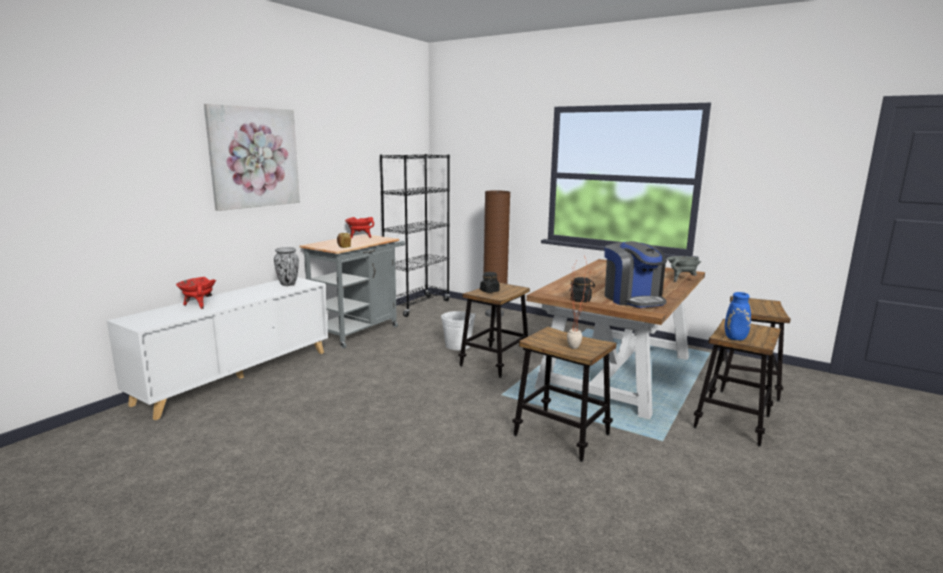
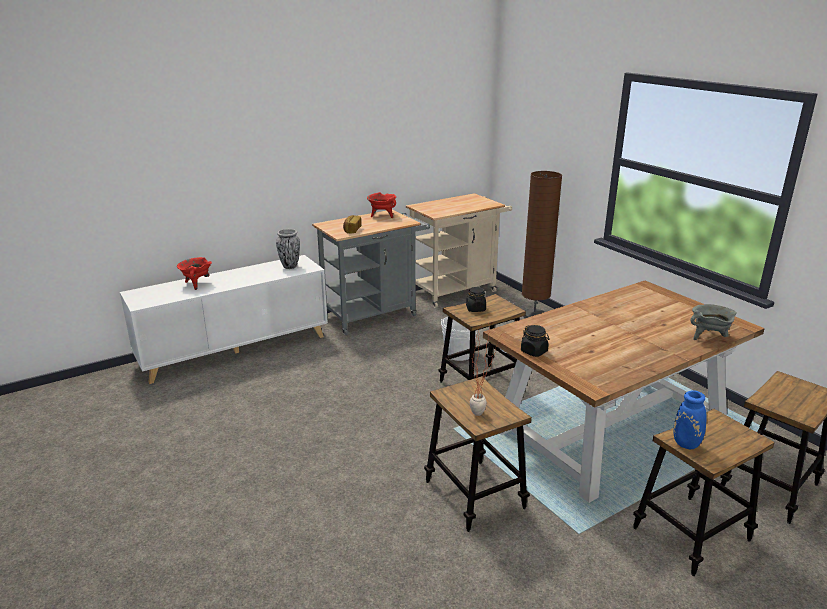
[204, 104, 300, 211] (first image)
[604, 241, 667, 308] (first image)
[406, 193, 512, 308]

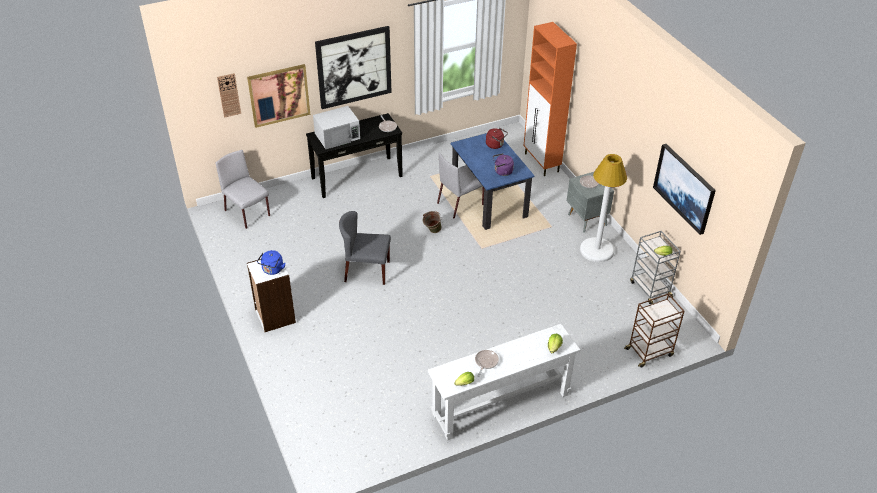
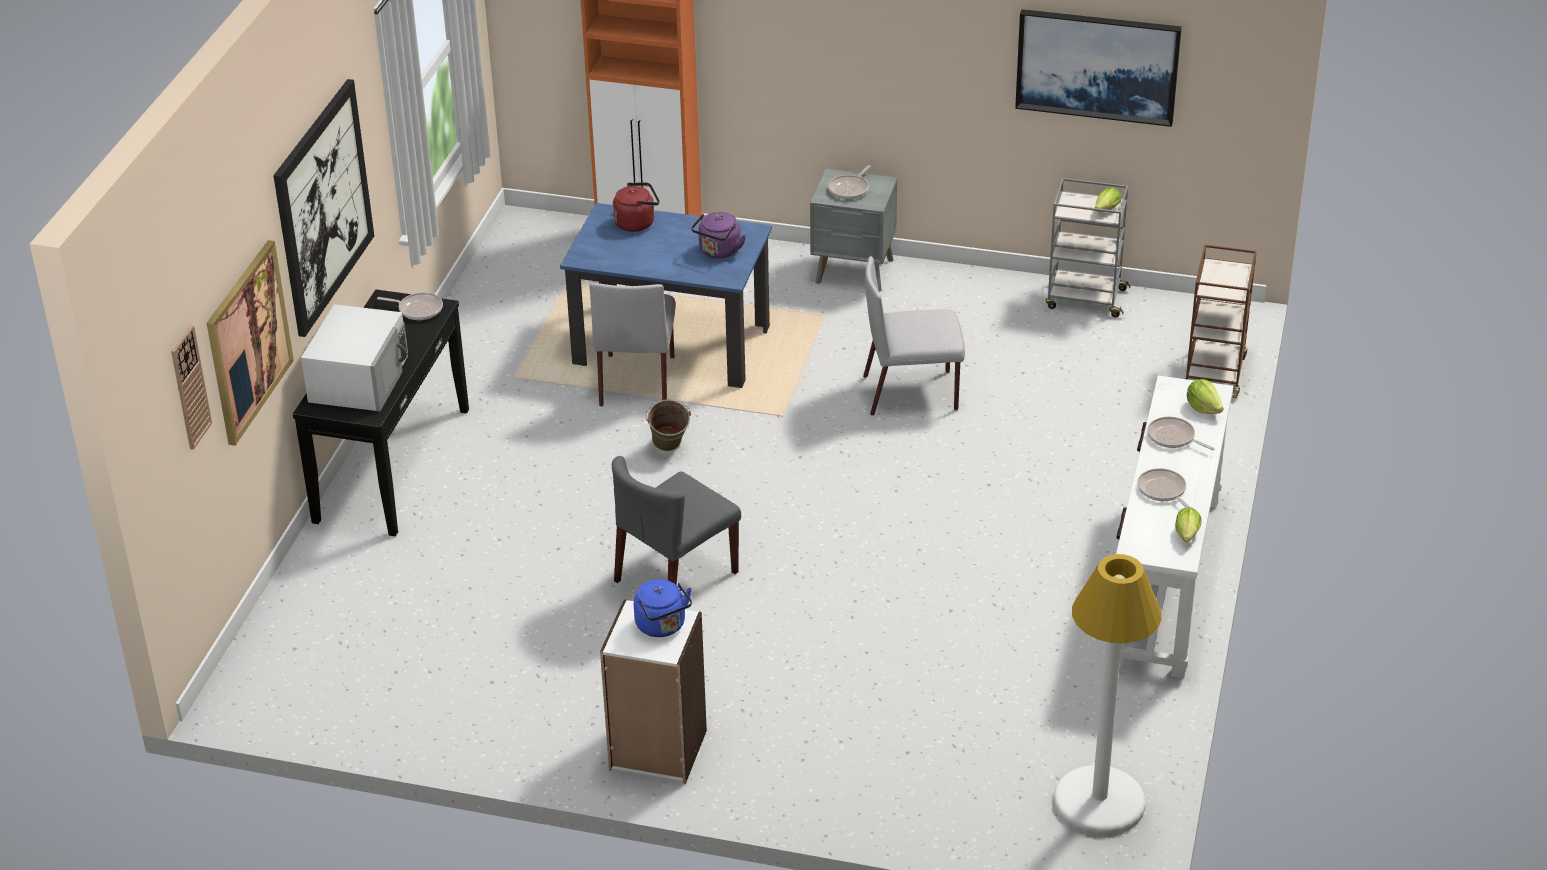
[1147, 417, 1215, 450]
[863, 256, 965, 416]
[1053, 554, 1162, 836]

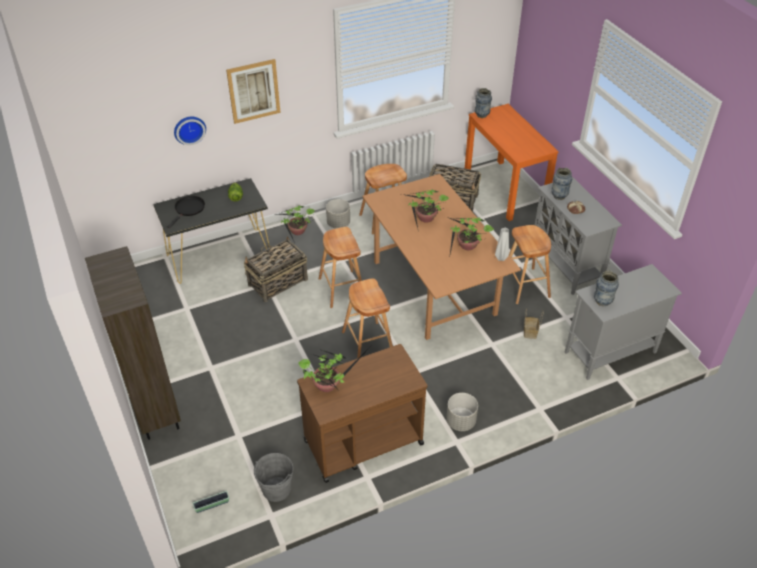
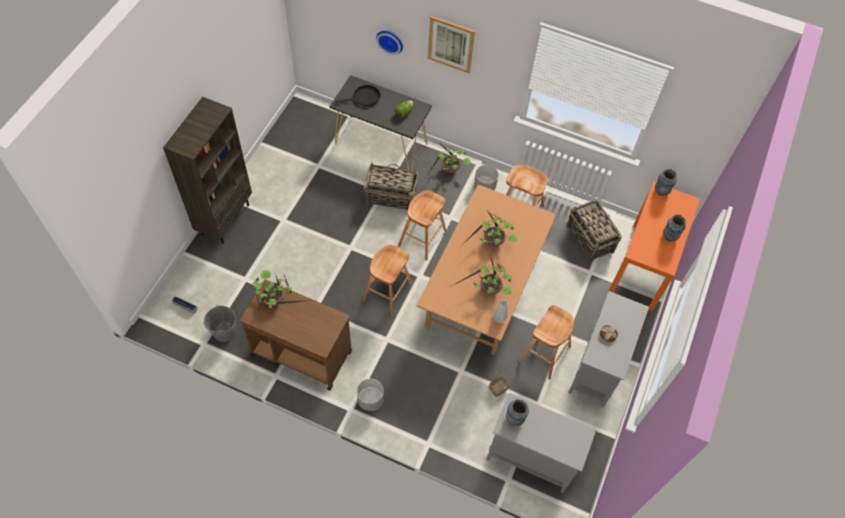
[663, 215, 686, 241]

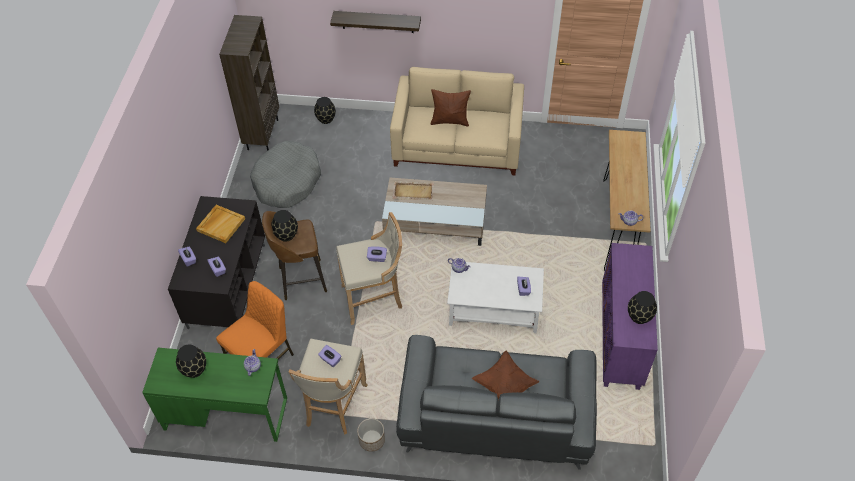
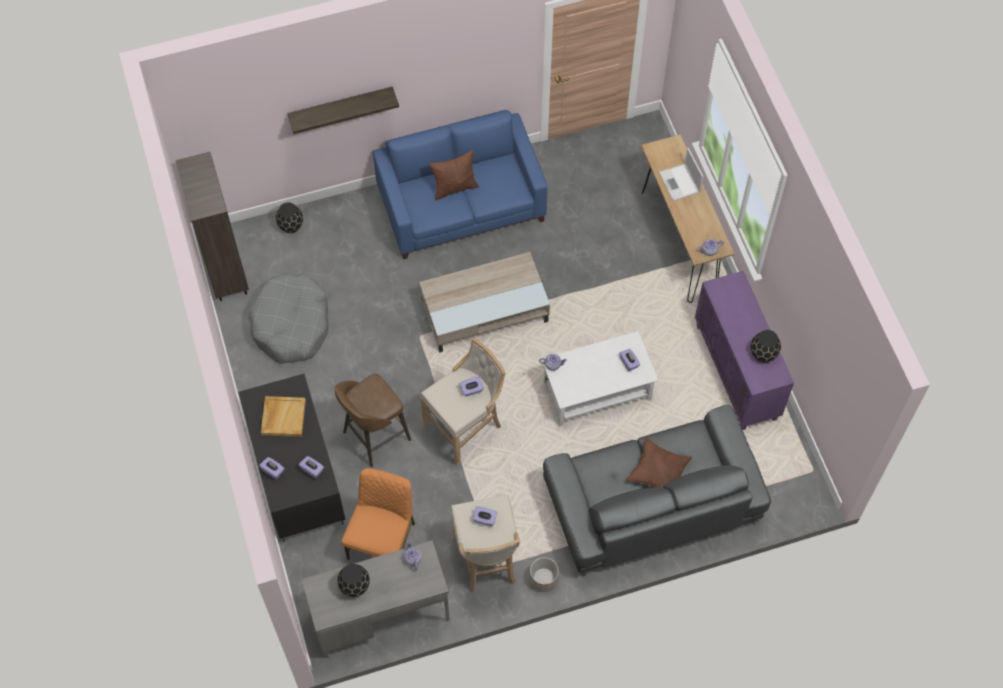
[271, 210, 298, 242] (first image)
[393, 181, 434, 200] (first image)
[659, 148, 704, 201]
[301, 540, 450, 658]
[373, 110, 548, 260]

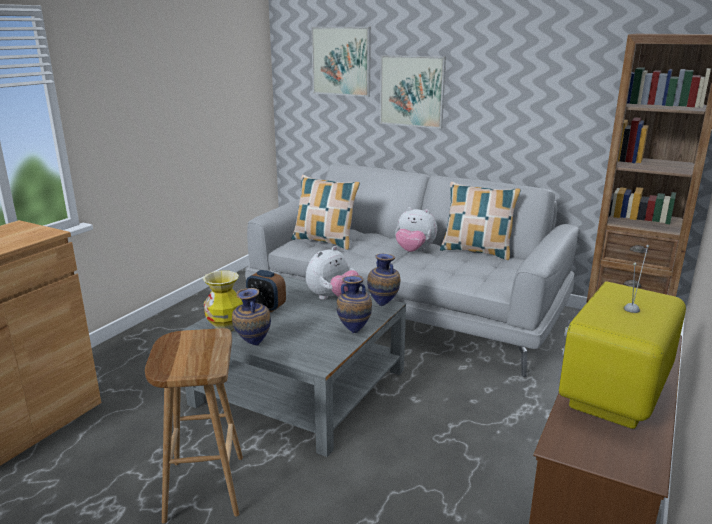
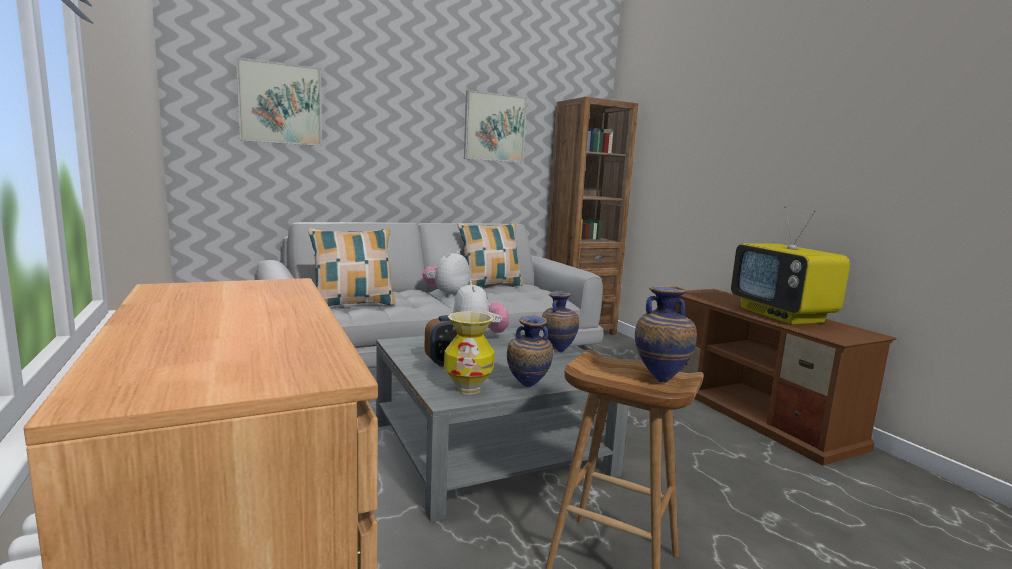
[635, 286, 697, 382]
[464, 90, 527, 162]
[423, 251, 470, 298]

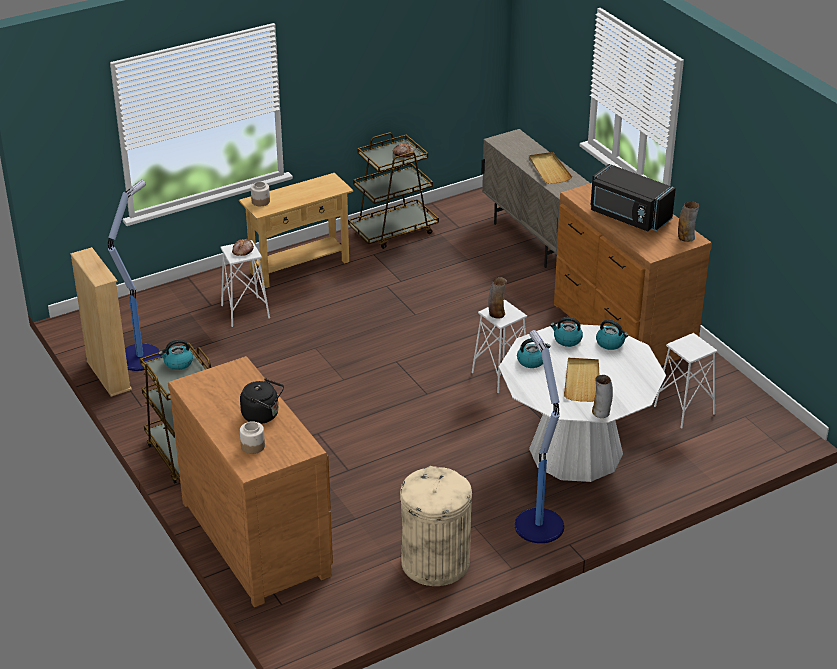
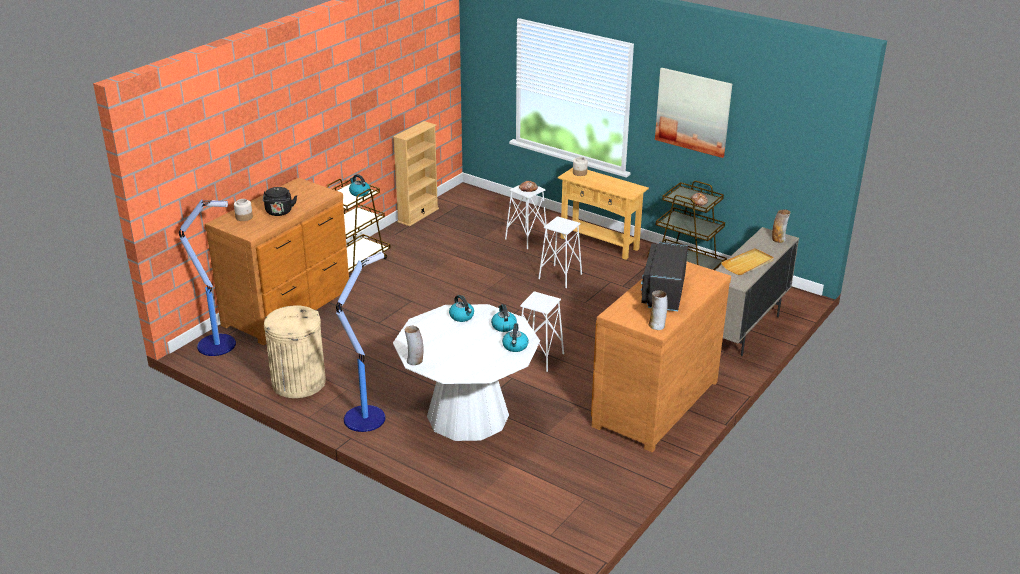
[564, 358, 599, 402] (first image)
[655, 68, 732, 158]
[179, 199, 236, 356]
[772, 209, 791, 243]
[538, 216, 582, 288]

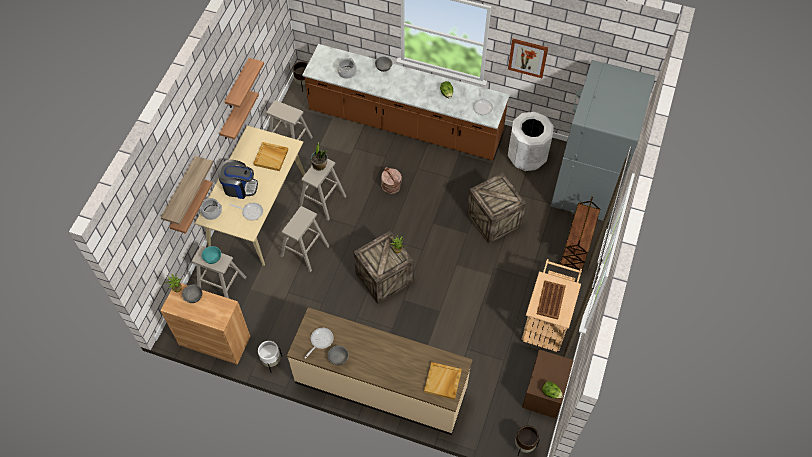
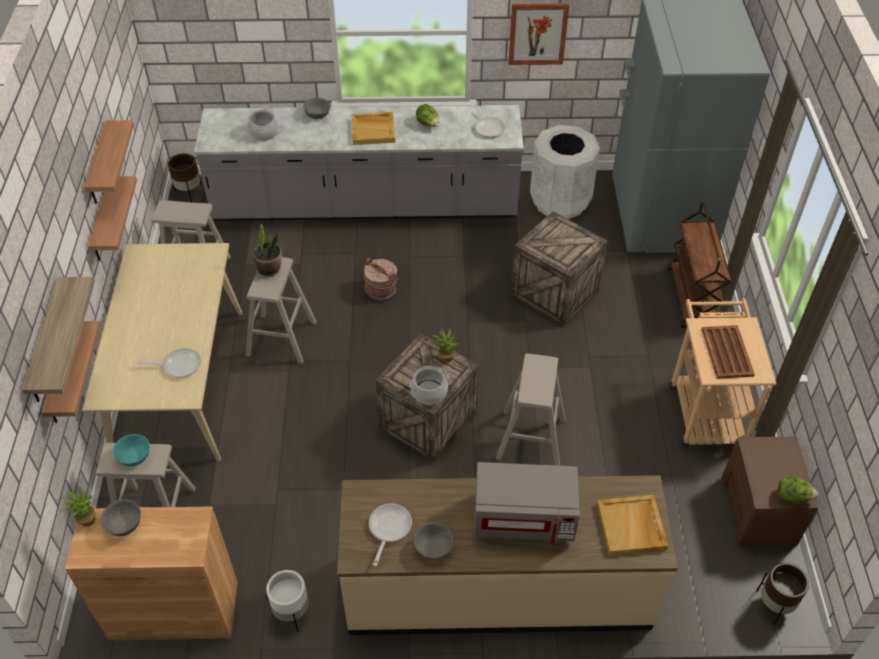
[218, 160, 258, 199] (first image)
[475, 462, 580, 545]
[409, 366, 449, 405]
[352, 112, 395, 145]
[496, 353, 565, 466]
[194, 105, 524, 221]

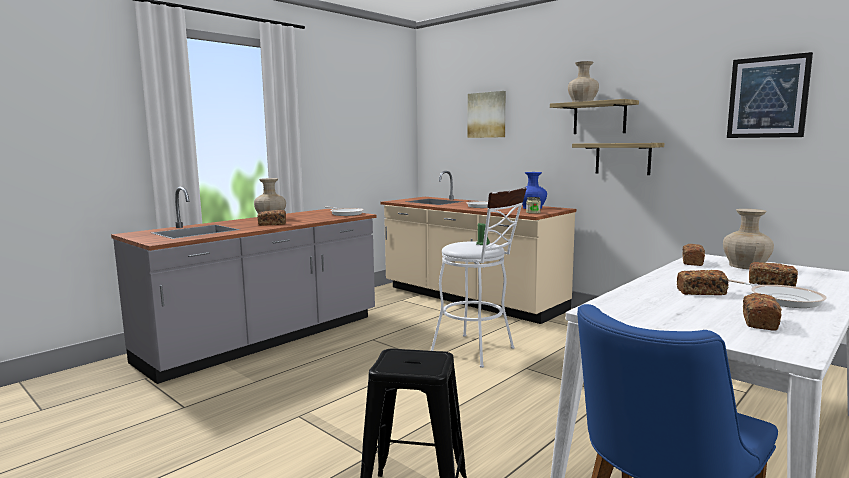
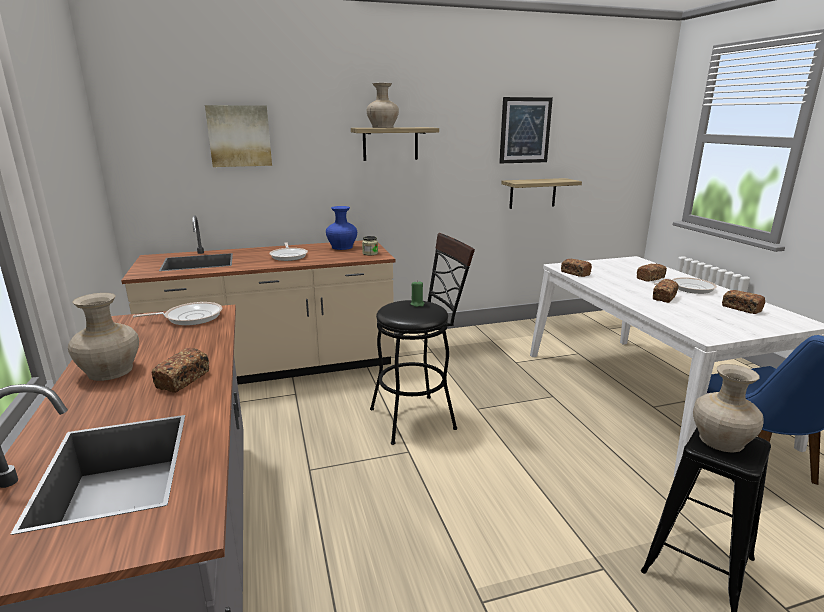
[501, 178, 582, 209]
[693, 364, 764, 453]
[370, 233, 475, 445]

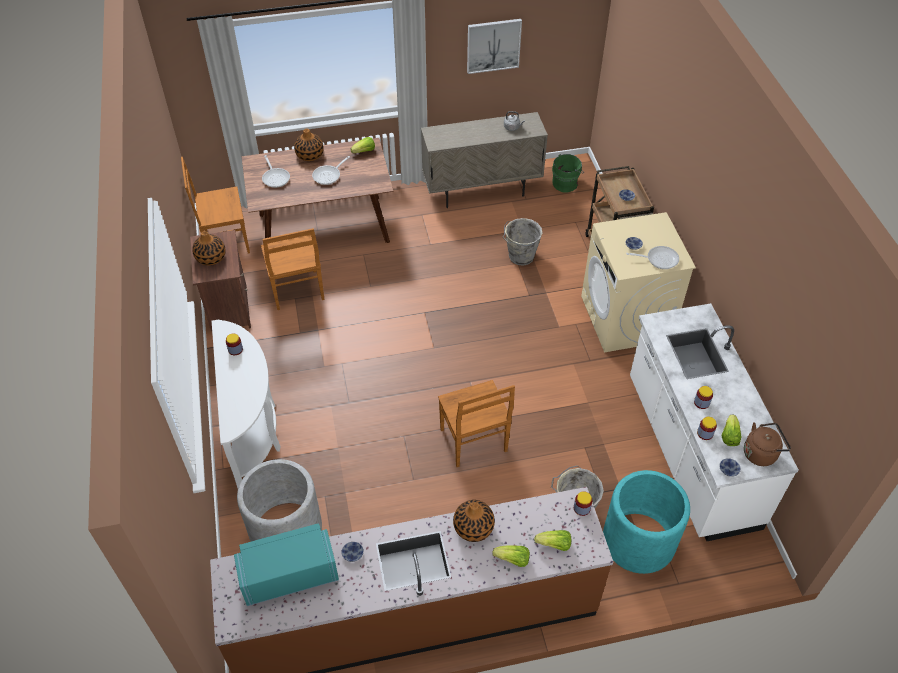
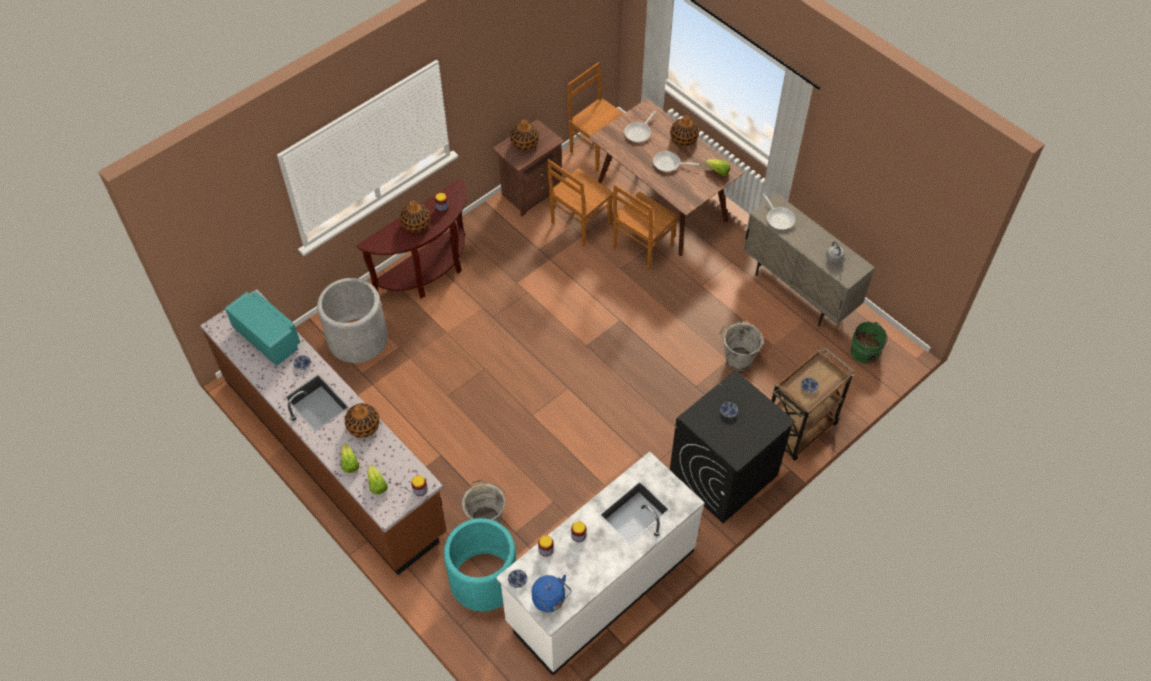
[467, 19, 522, 74] (first image)
[721, 414, 741, 446] (first image)
[400, 201, 431, 232]
[613, 184, 678, 270]
[762, 193, 795, 230]
[356, 178, 467, 298]
[670, 370, 796, 523]
[532, 575, 571, 612]

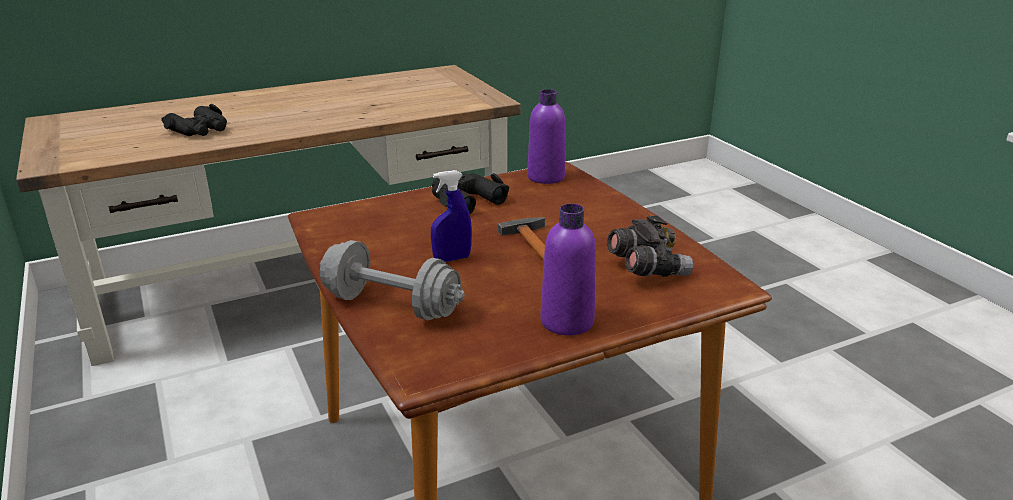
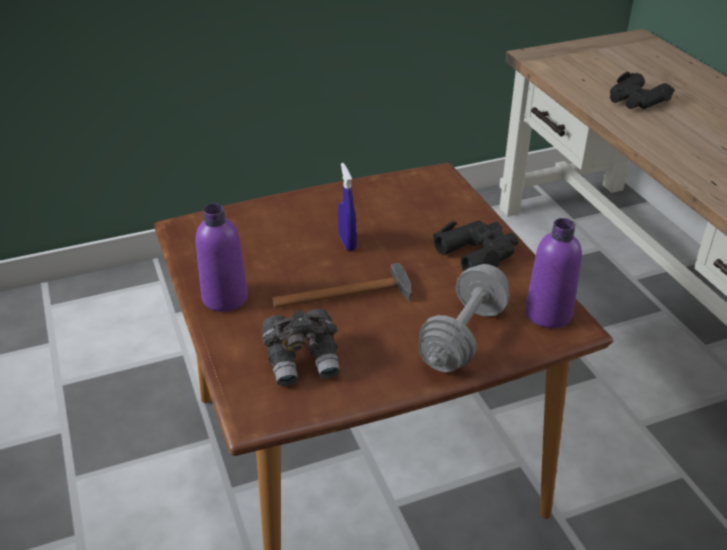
[418, 264, 510, 372]

